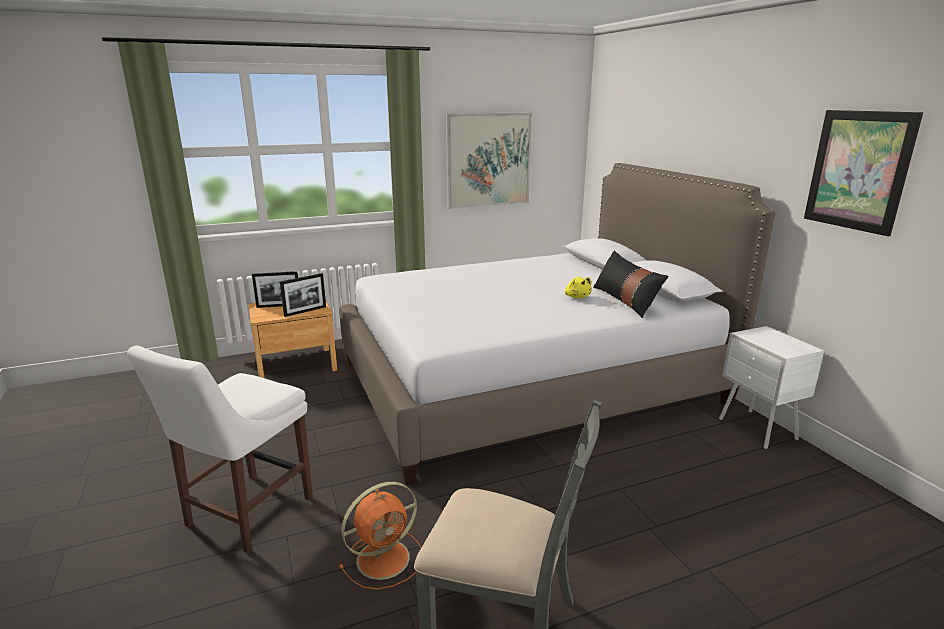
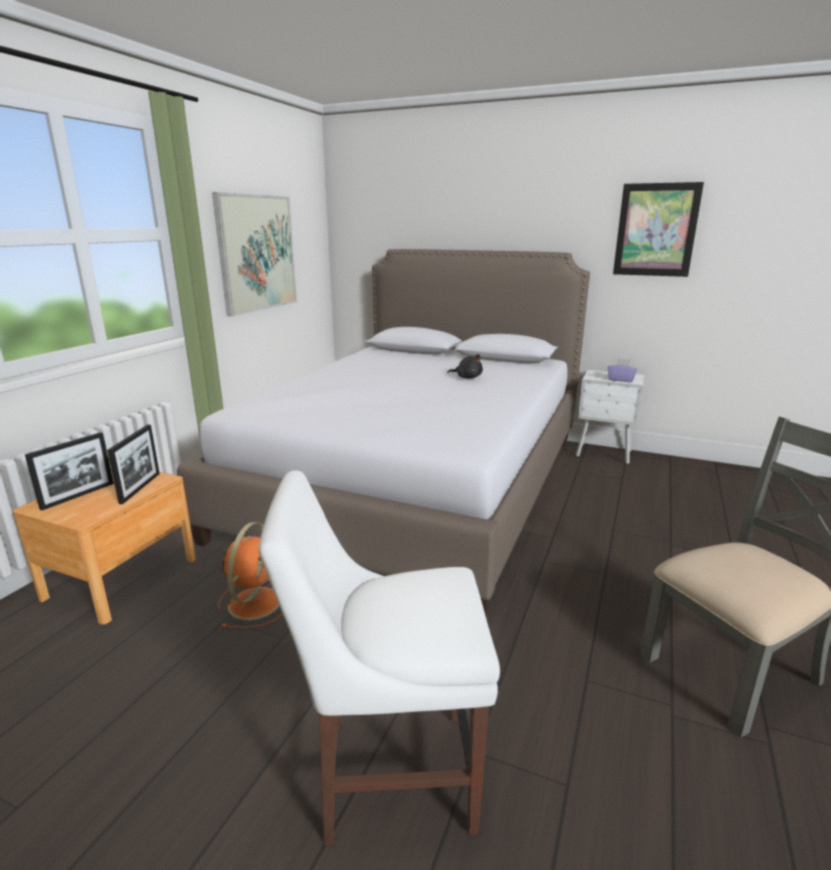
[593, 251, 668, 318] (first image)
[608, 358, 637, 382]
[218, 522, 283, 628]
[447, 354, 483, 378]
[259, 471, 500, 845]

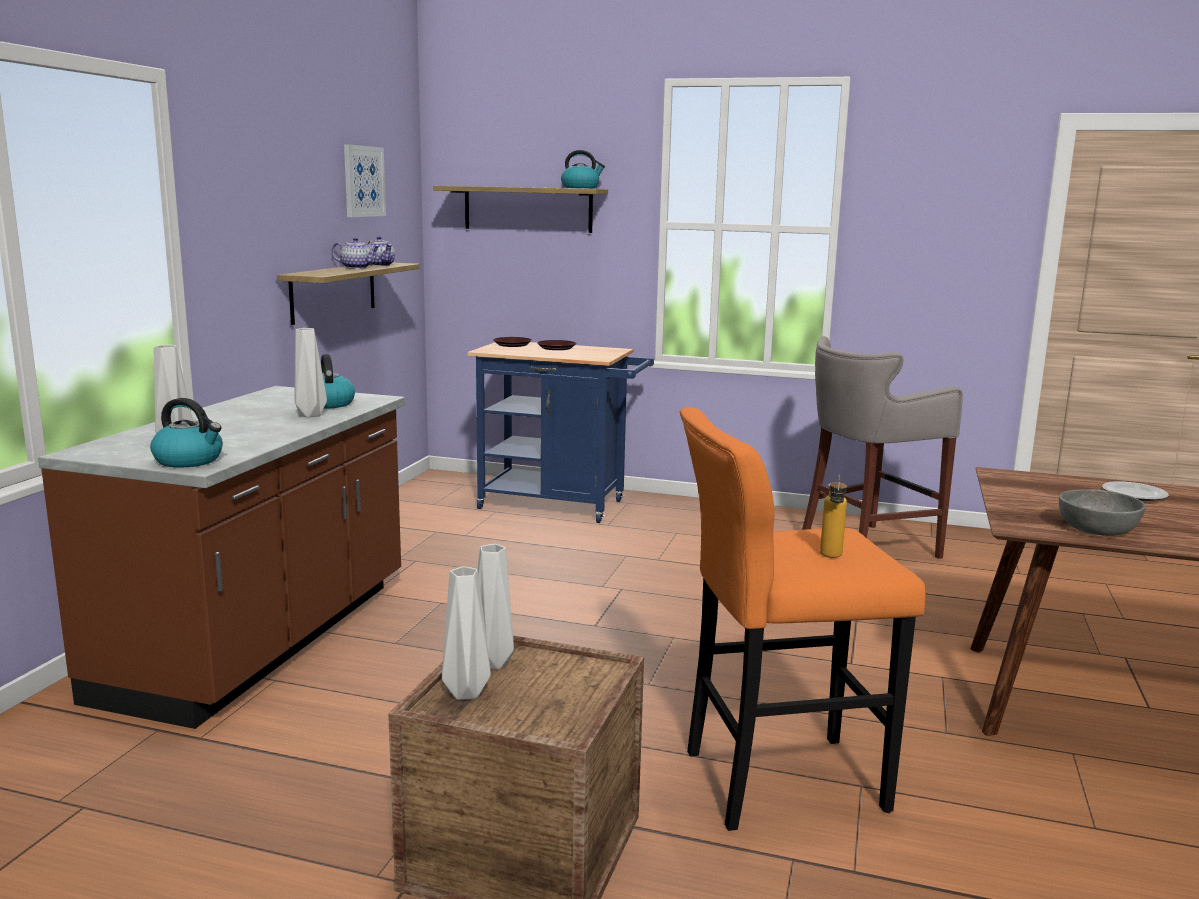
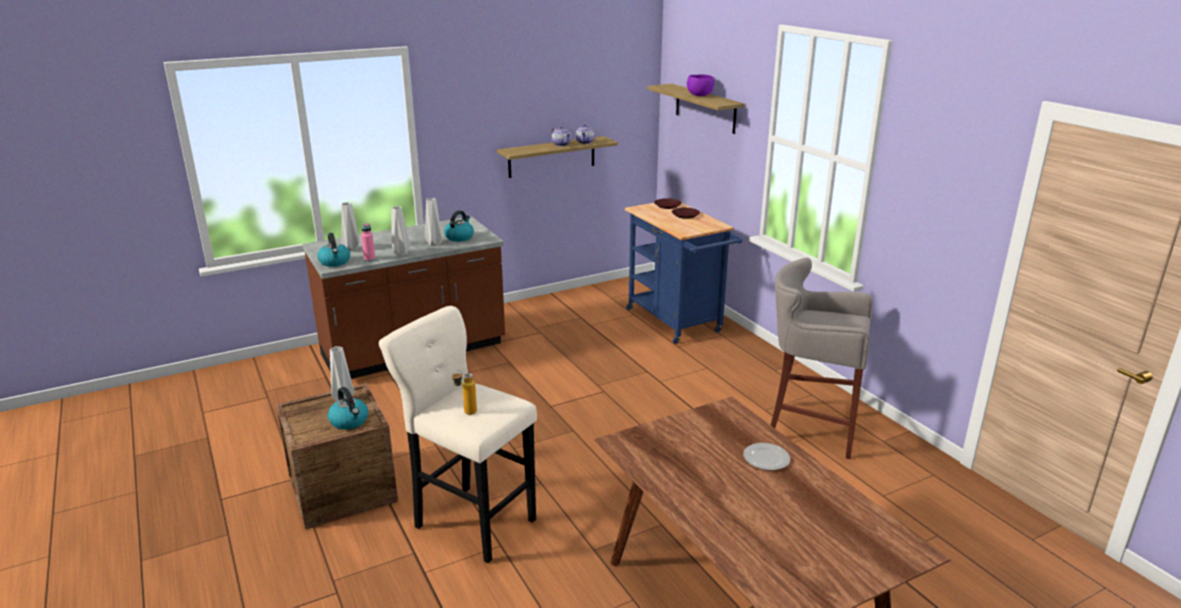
[344, 144, 386, 217] (first image)
[1059, 489, 1146, 536] (first image)
[361, 223, 375, 262]
[687, 74, 714, 96]
[391, 206, 410, 256]
[328, 387, 368, 430]
[379, 306, 537, 563]

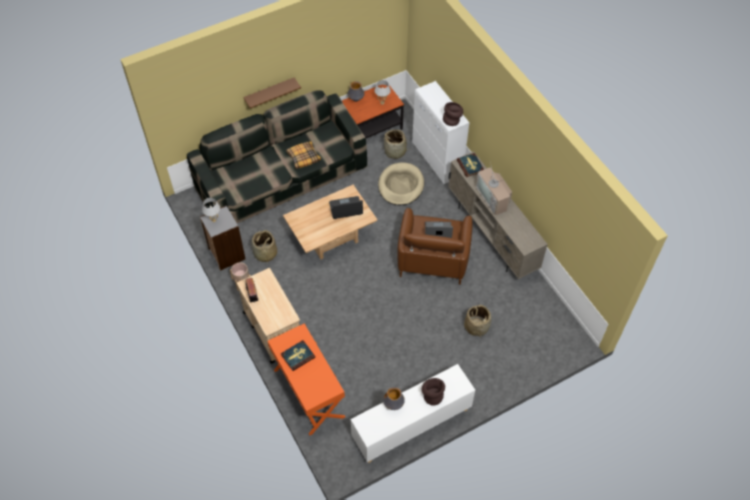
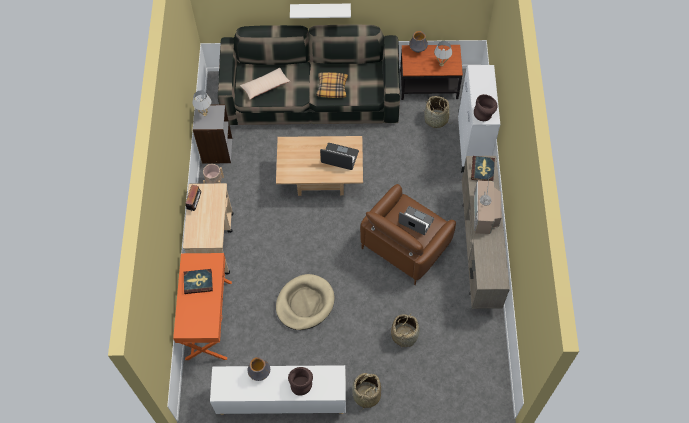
[240, 68, 290, 99]
[353, 373, 381, 411]
[276, 274, 335, 330]
[290, 4, 351, 18]

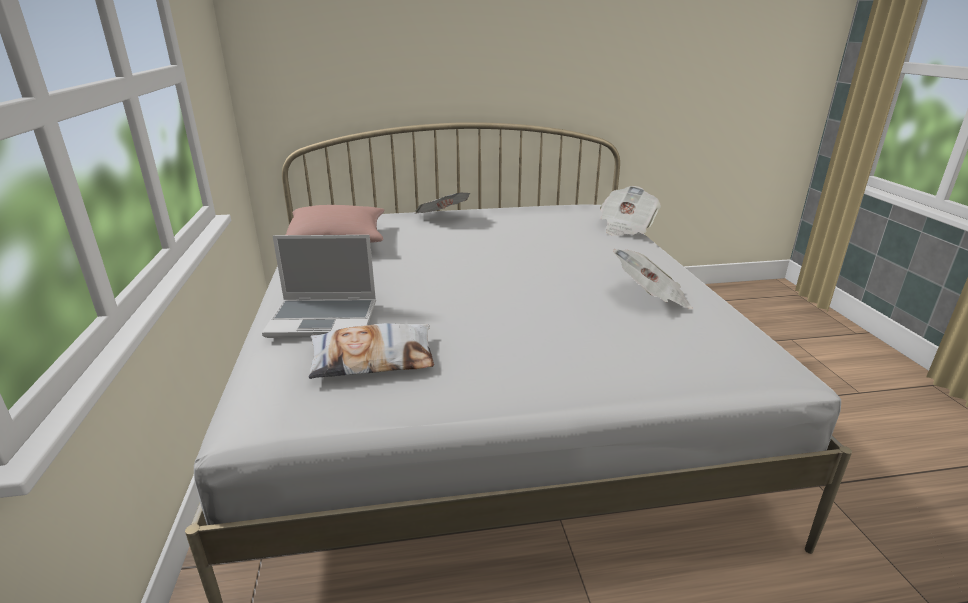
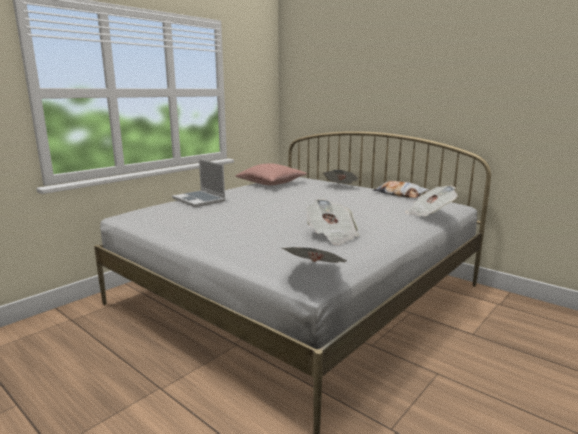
[282, 247, 348, 263]
[373, 181, 429, 198]

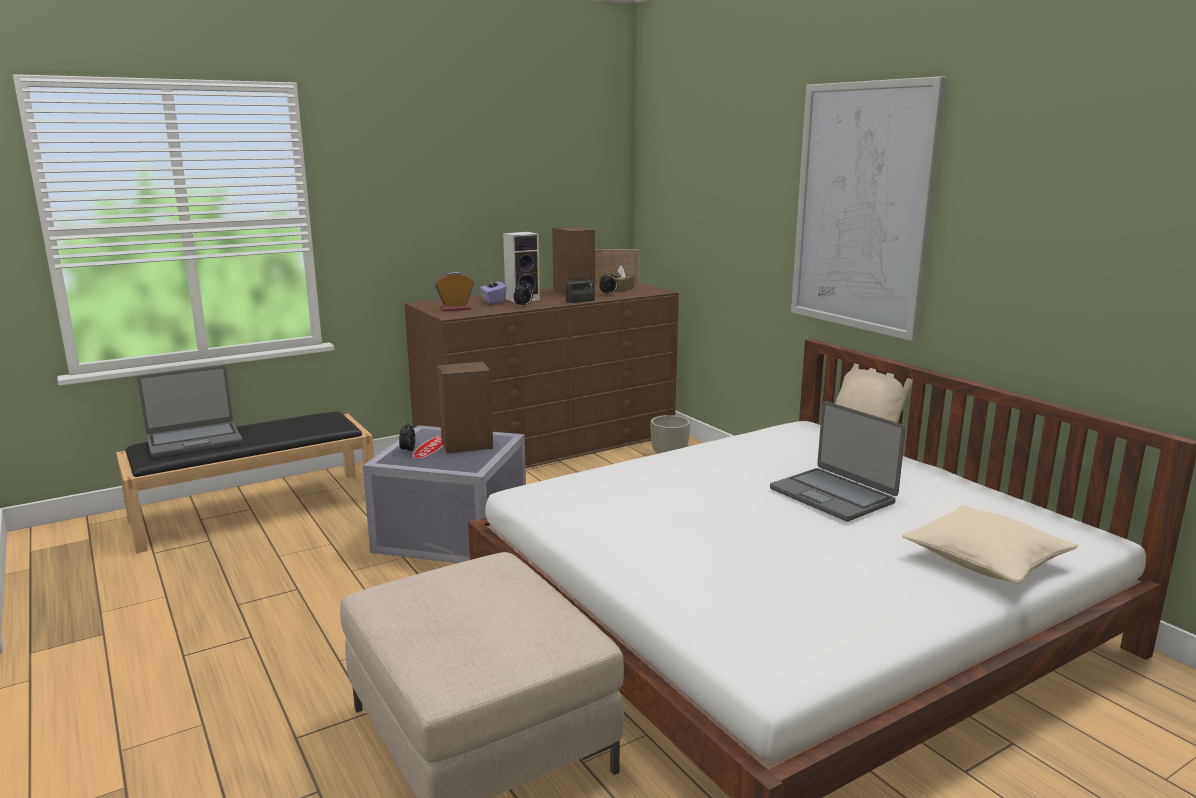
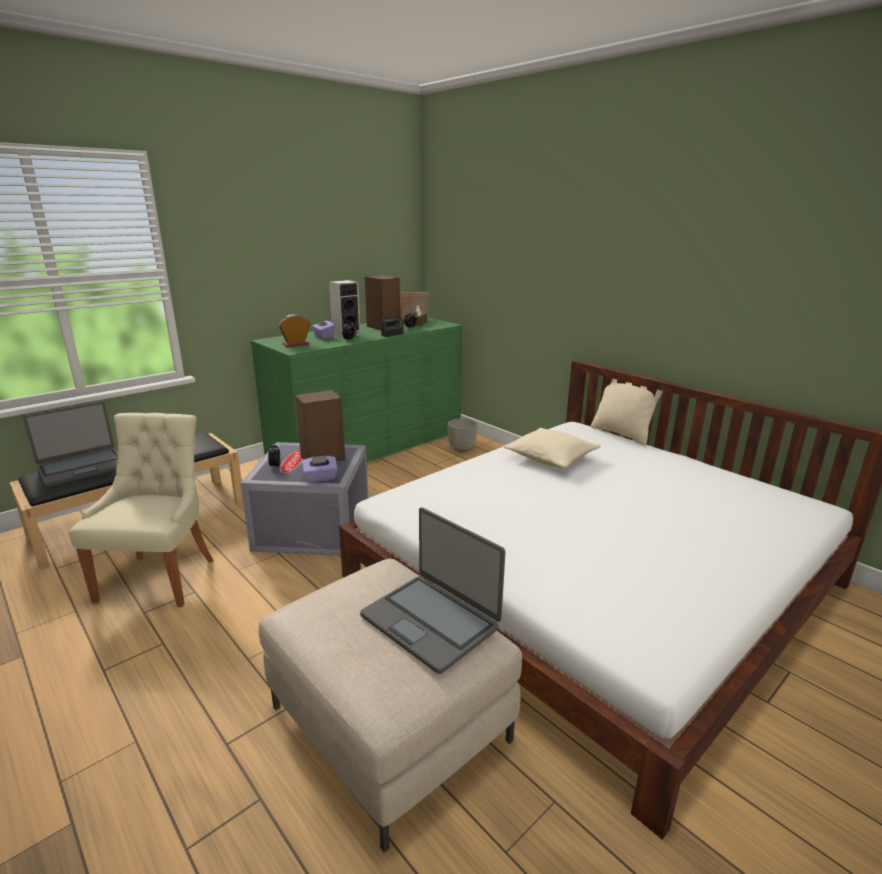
[791, 76, 946, 341] (first image)
[69, 413, 214, 607]
[302, 456, 338, 483]
[360, 507, 505, 674]
[504, 428, 601, 468]
[251, 318, 463, 463]

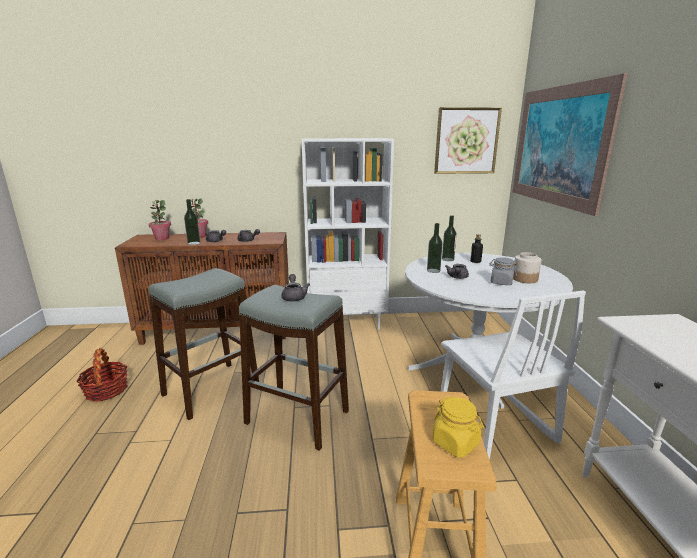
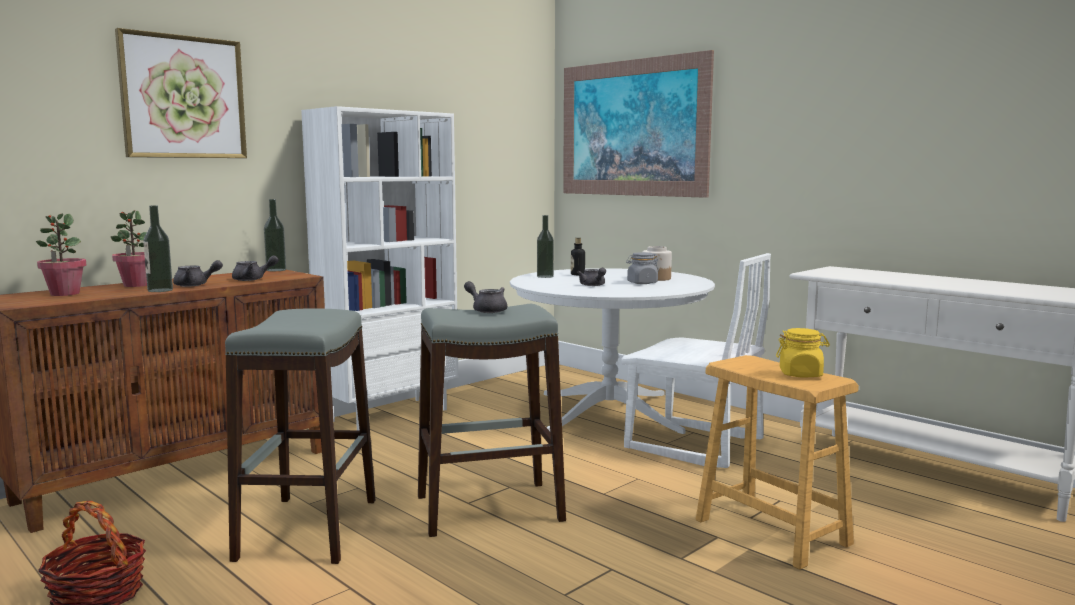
[264, 199, 286, 271]
[115, 28, 247, 158]

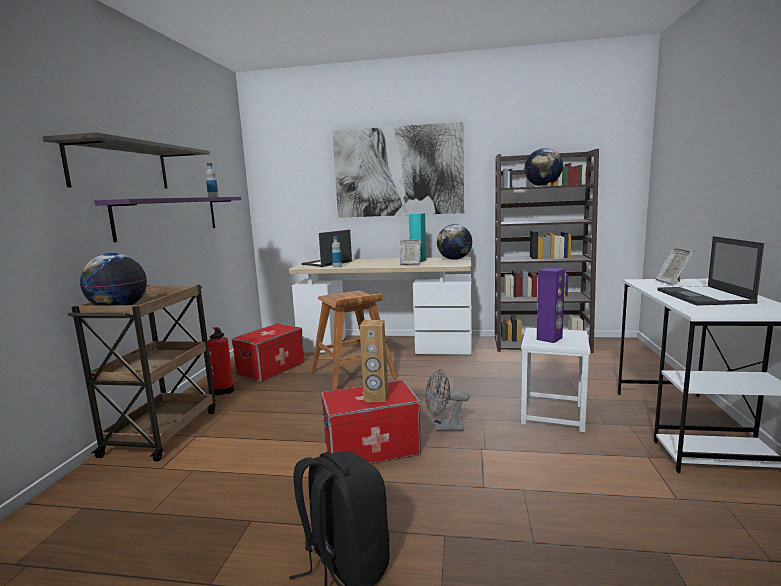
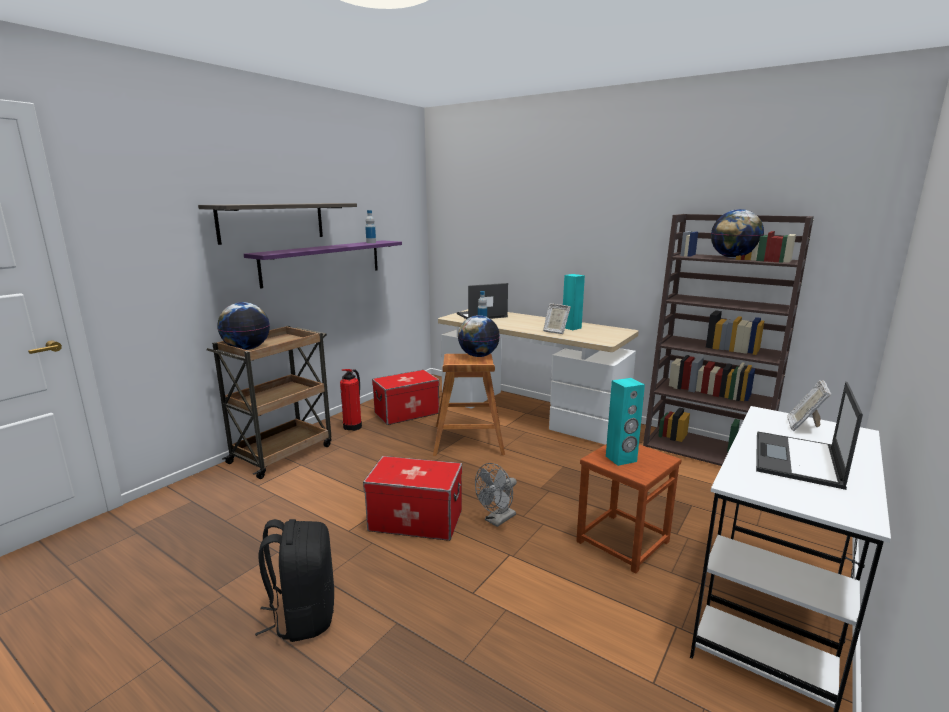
[332, 122, 464, 218] (first image)
[360, 320, 388, 402] (first image)
[458, 315, 500, 357]
[576, 444, 681, 574]
[606, 378, 645, 466]
[475, 463, 517, 527]

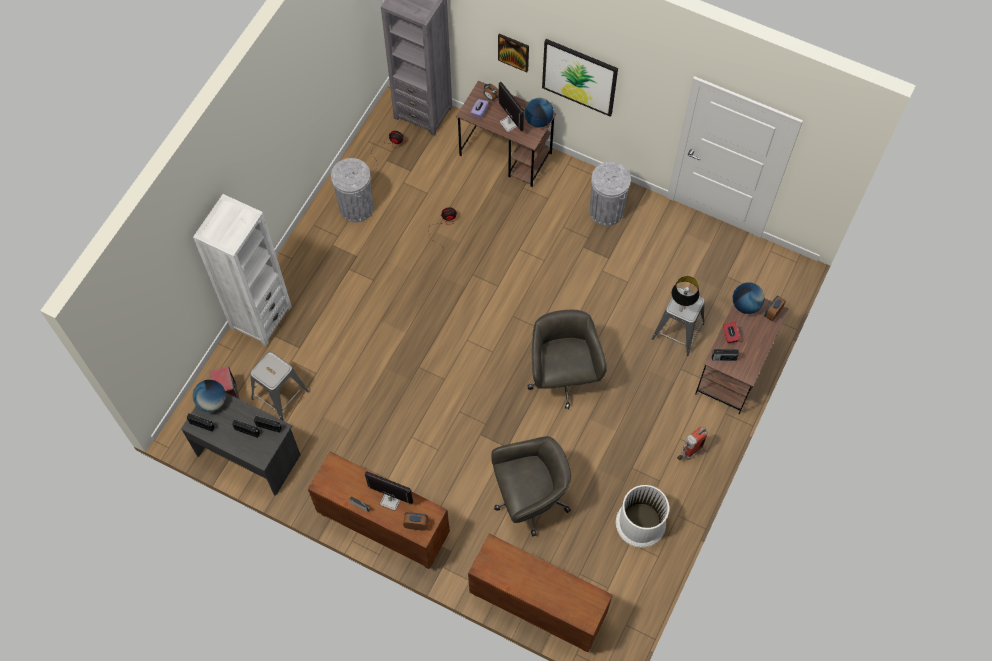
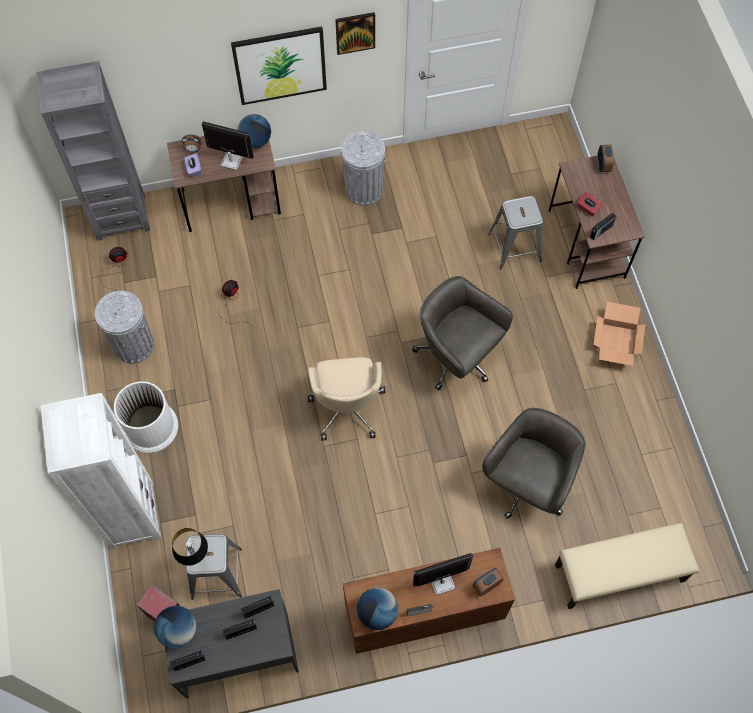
[308, 357, 385, 441]
[335, 12, 375, 55]
[114, 381, 178, 453]
[172, 528, 208, 566]
[357, 587, 398, 630]
[555, 523, 699, 609]
[593, 302, 645, 366]

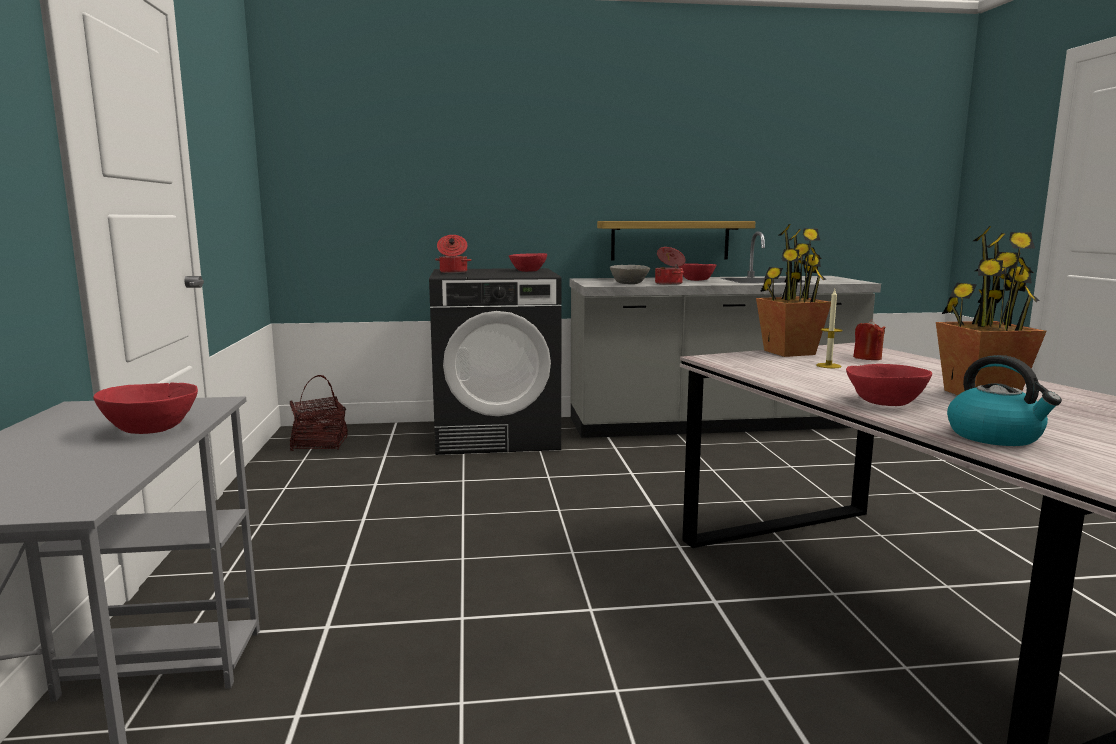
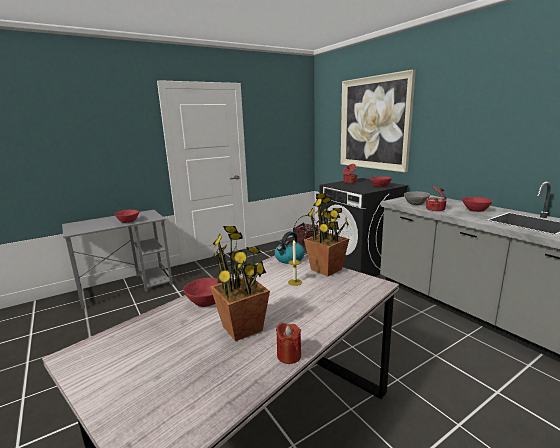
[597, 221, 755, 260] (first image)
[341, 69, 416, 172]
[276, 323, 301, 364]
[275, 231, 305, 264]

